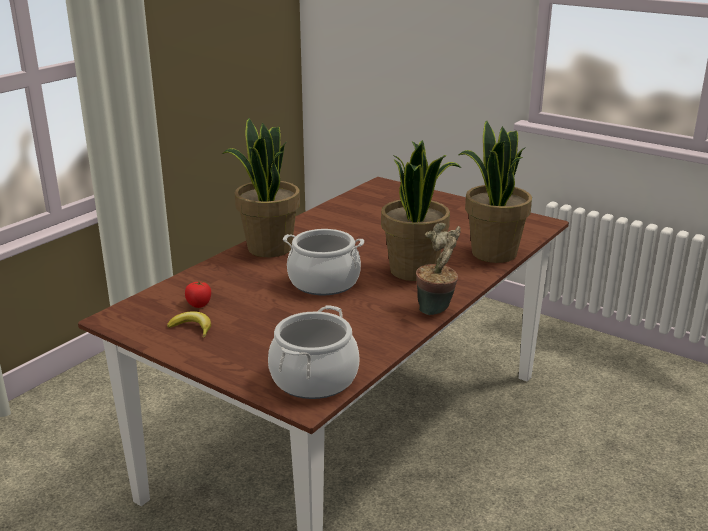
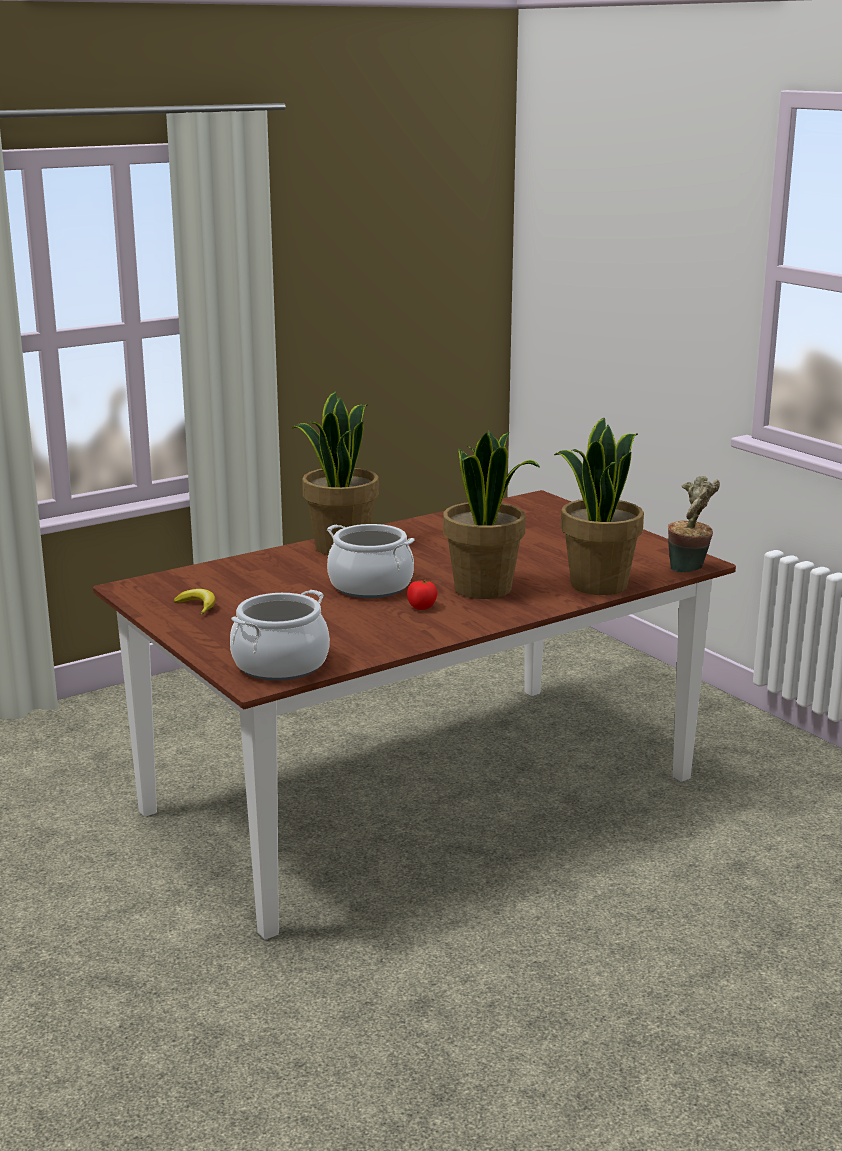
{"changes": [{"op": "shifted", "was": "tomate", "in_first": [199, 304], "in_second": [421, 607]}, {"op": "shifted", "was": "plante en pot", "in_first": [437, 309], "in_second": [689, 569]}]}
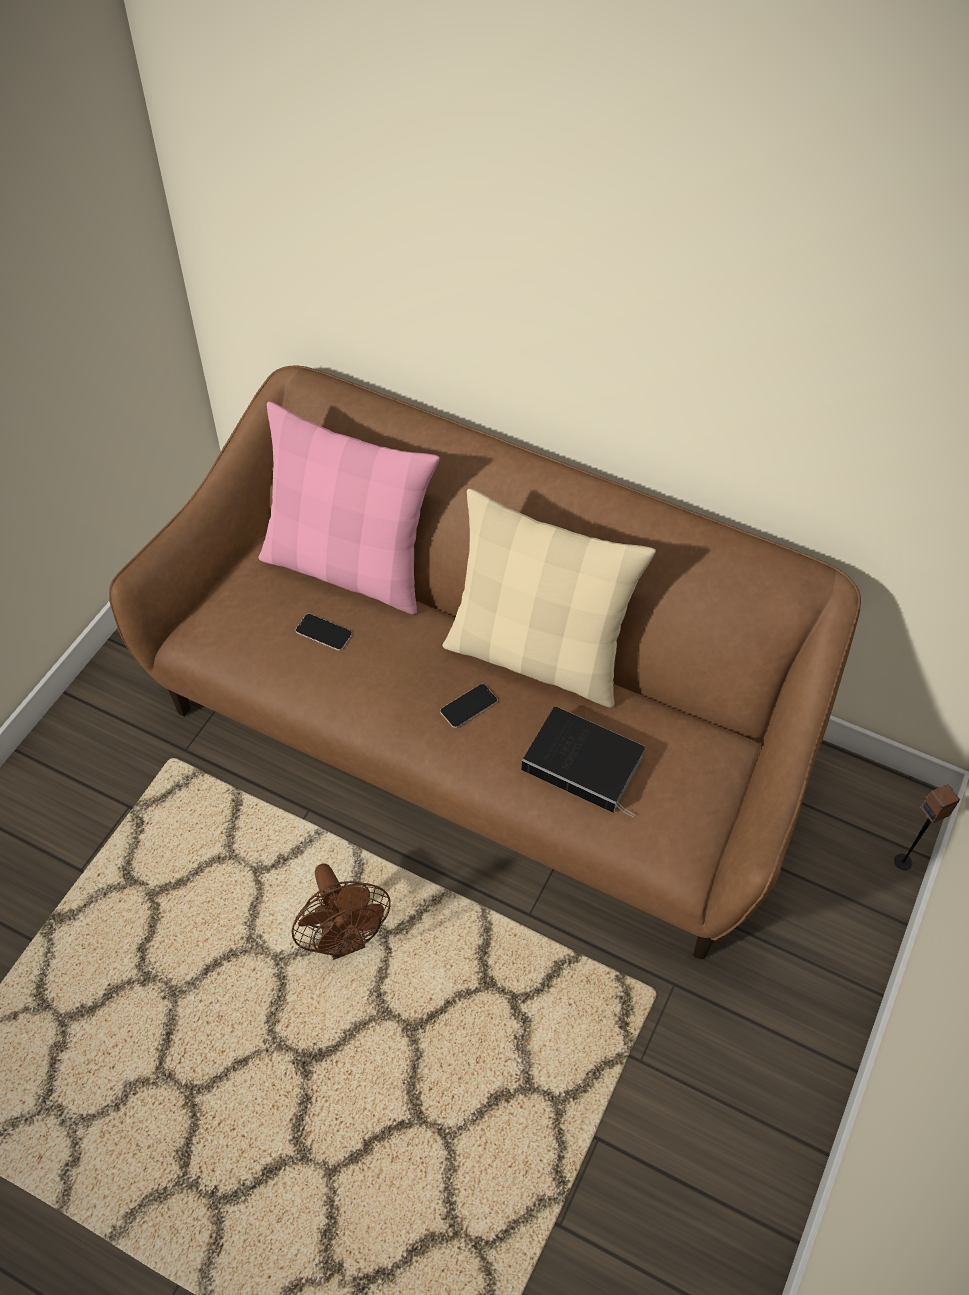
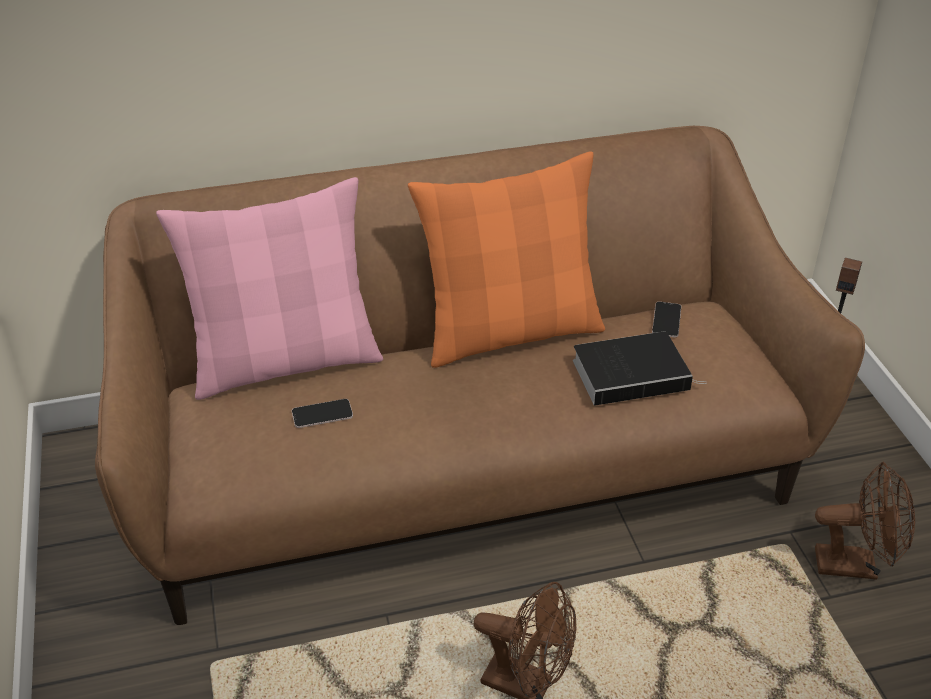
{"changes": [{"op": "new", "now": "ventilateur (marron)", "in_second": [855, 565]}, {"op": "shifted", "was": "téléphone", "in_first": [468, 706], "in_second": [666, 320]}, {"op": "repainted", "was": "coussin (beige)", "now": "coussin (orange)", "in_first": [536, 655], "in_second": [510, 332]}]}
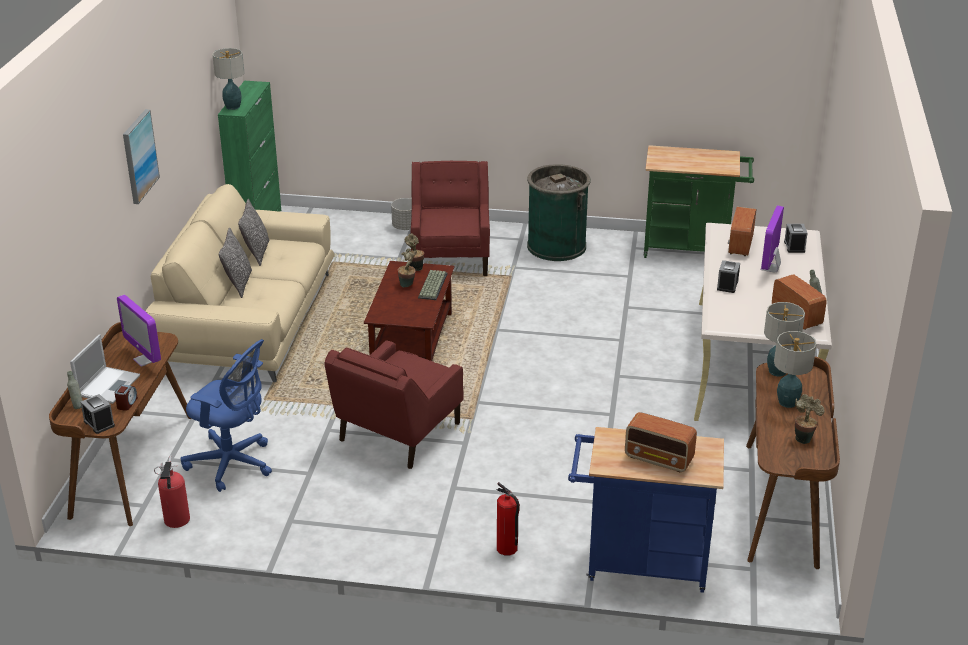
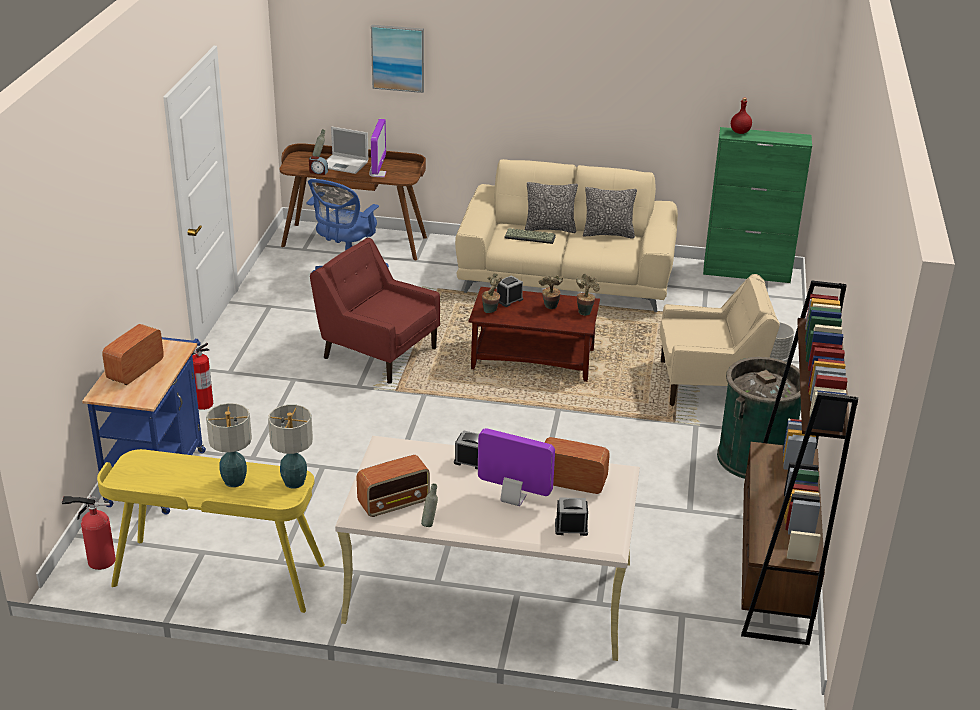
{"changes": [{"op": "shifted", "was": "réveil", "in_first": [99, 423], "in_second": [509, 300]}, {"op": "shifted", "was": "tableau", "in_first": [139, 156], "in_second": [398, 58]}, {"op": "shifted", "was": "extincteur", "in_first": [176, 521], "in_second": [98, 560]}, {"op": "shifted", "was": "clavier", "in_first": [432, 285], "in_second": [530, 236]}, {"op": "shifted", "was": "plante en pot", "in_first": [803, 438], "in_second": [491, 311]}, {"op": "swapped", "was": "lampe de table", "now": "bouteille (rouge)", "in_first": [233, 107], "in_second": [740, 132]}, {"op": "swapped", "was": "chariot (vert)", "now": "bibliothèque (marron)", "in_first": [691, 249], "in_second": [774, 572]}, {"op": "repainted", "was": "fauteuil (rouge)", "now": "fauteuil (beige)", "in_first": [451, 257], "in_second": [710, 384]}, {"op": "repainted", "was": "bureau (marron)", "now": "bureau (jaune)", "in_first": [782, 503], "in_second": [218, 576]}, {"op": "rotated", "was": "écran d'ordinateur", "in_first": [145, 359], "in_second": [377, 174], "clockwise": 135}]}
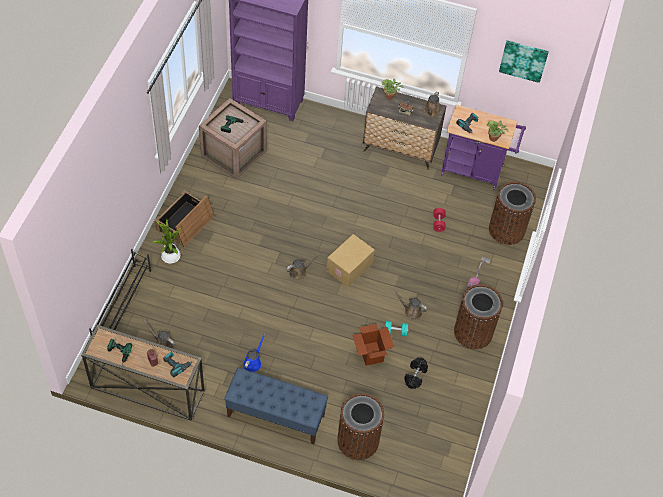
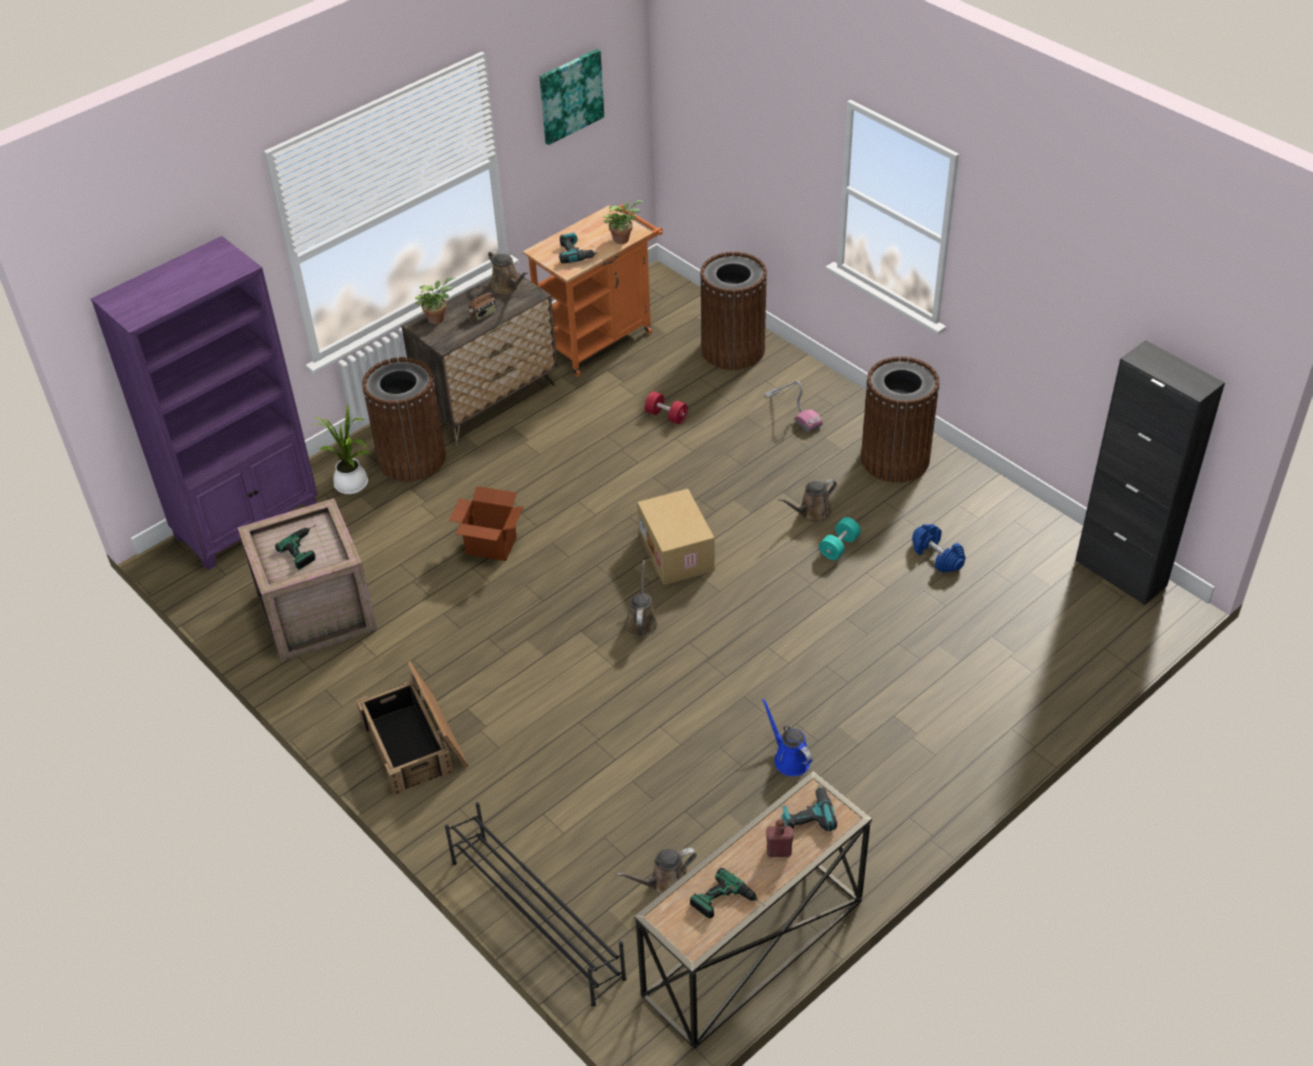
{"changes": [{"op": "gone", "was": "banc (bleu)", "in_first": [275, 416]}, {"op": "new", "now": "meuble de rangement (noir)", "in_second": [1120, 573]}, {"op": "shifted", "was": "plante en pot", "in_first": [170, 258], "in_second": [353, 485]}, {"op": "shifted", "was": "poubelle (marron)", "in_first": [358, 441], "in_second": [412, 459]}, {"op": "shifted", "was": "carton", "in_first": [371, 353], "in_second": [490, 546]}, {"op": "repainted", "was": "haltère (noir)", "now": "haltère (bleu)", "in_first": [415, 376], "in_second": [936, 556]}, {"op": "repainted", "was": "chariot (violet)", "now": "chariot (orange)", "in_first": [476, 171], "in_second": [600, 337]}]}
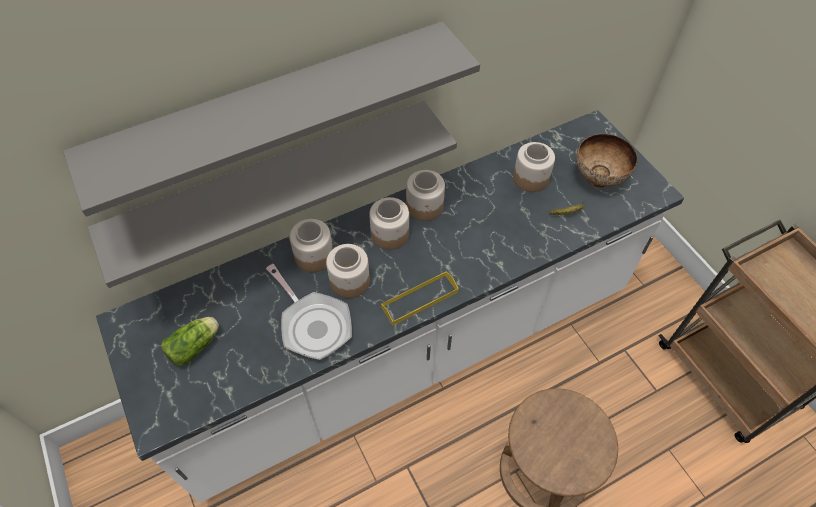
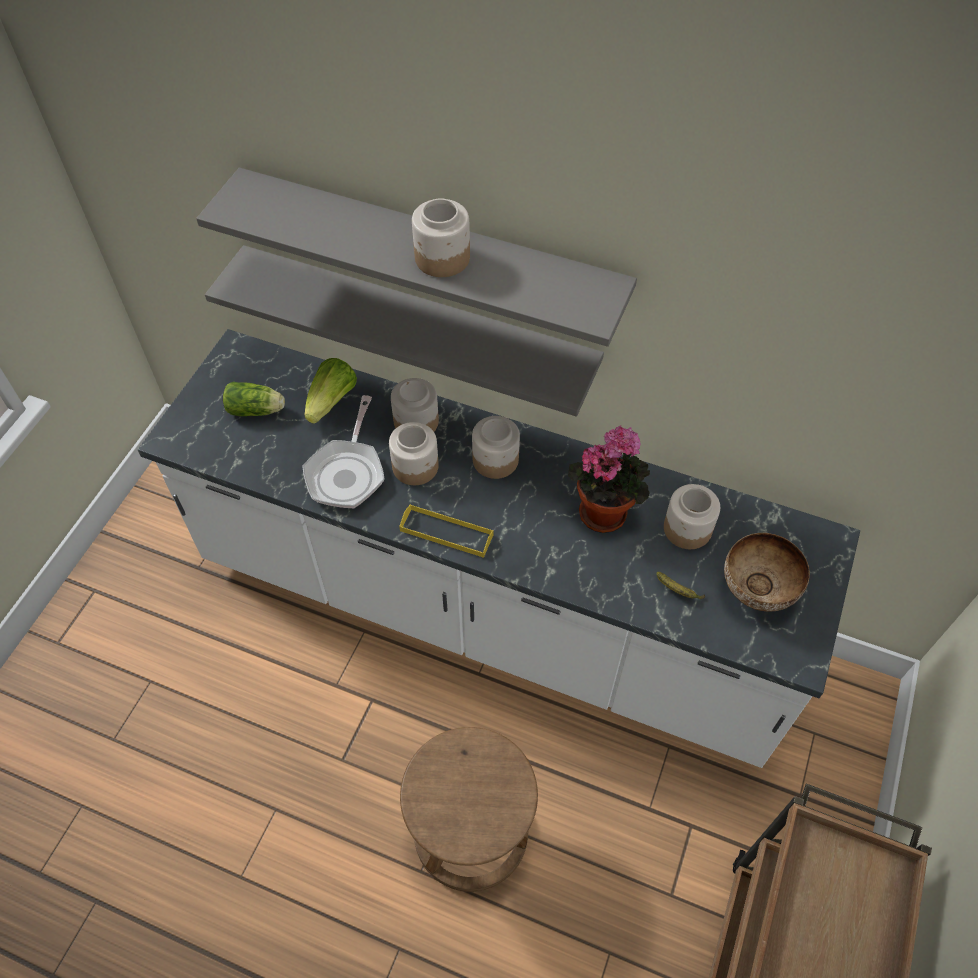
{"changes": [{"op": "new", "now": "laitue", "in_second": [332, 401]}, {"op": "new", "now": "plante en pot", "in_second": [605, 510]}, {"op": "shifted", "was": "bocal", "in_first": [425, 207], "in_second": [442, 259]}]}
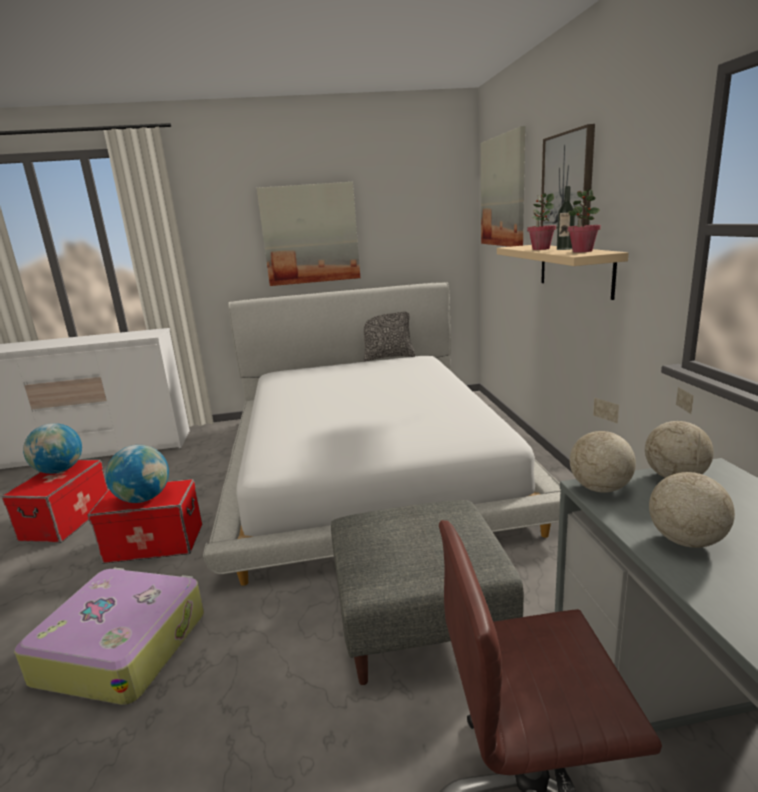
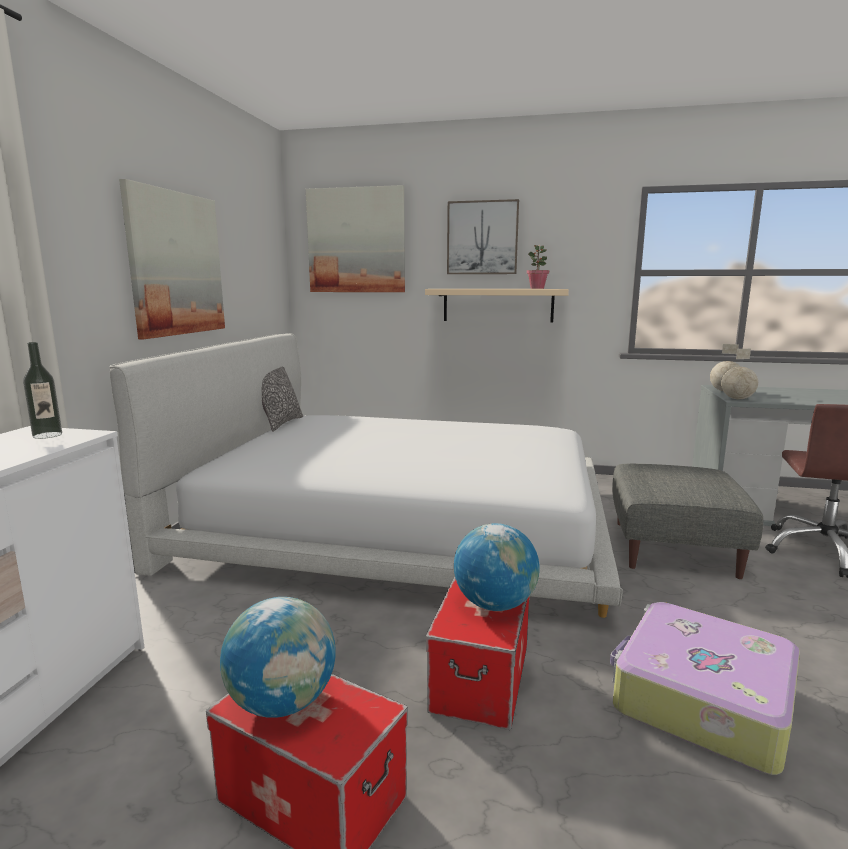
{"changes": [{"op": "gone", "was": "plante en pot", "in_first": [540, 249]}, {"op": "gone", "was": "globe", "in_first": [685, 541]}, {"op": "shifted", "was": "bouteille", "in_first": [565, 249], "in_second": [47, 435]}]}
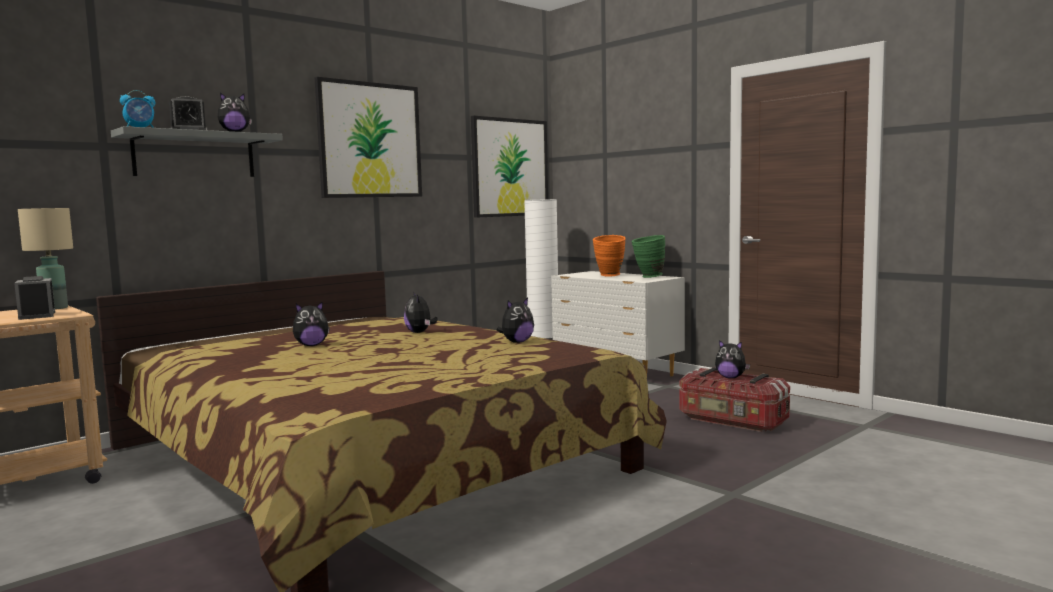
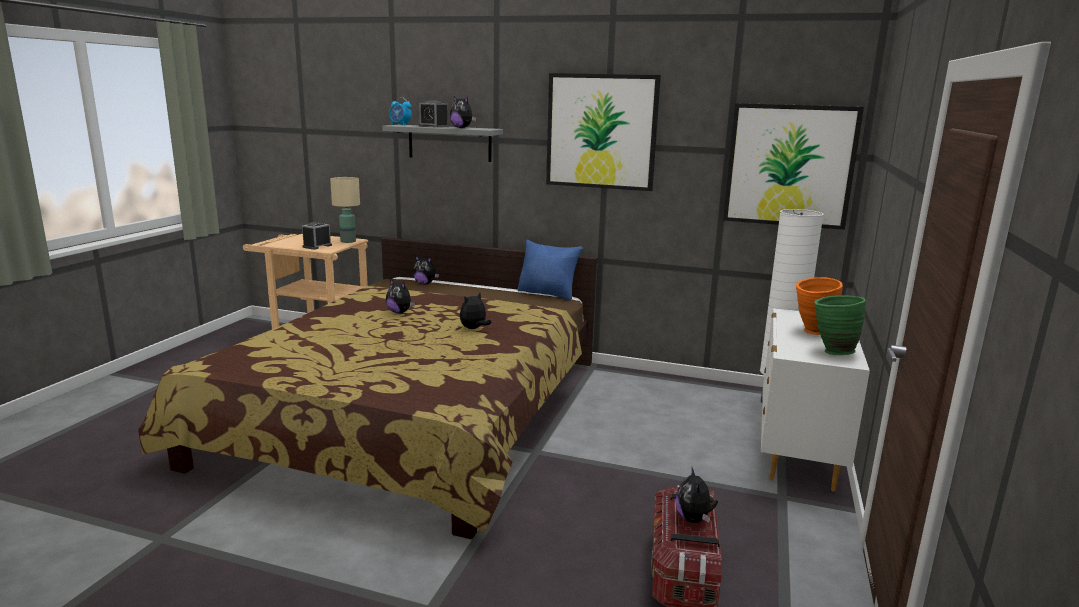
{"changes": [{"op": "new", "now": "coussin (bleu)", "in_second": [548, 294]}, {"op": "shifted", "was": "peluche", "in_first": [517, 342], "in_second": [425, 283]}]}
